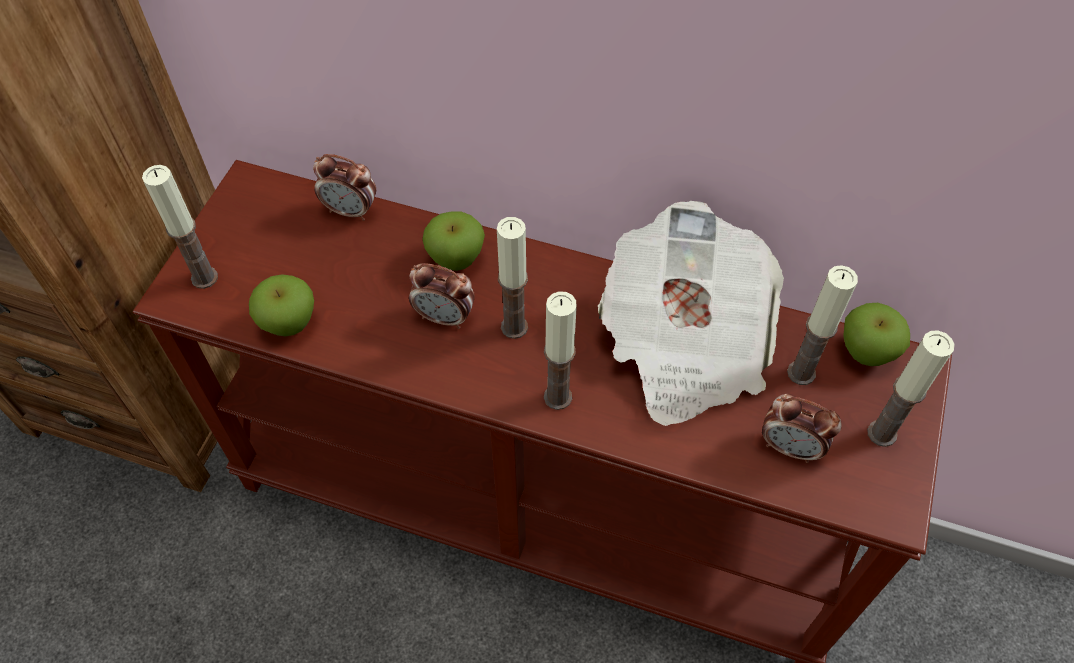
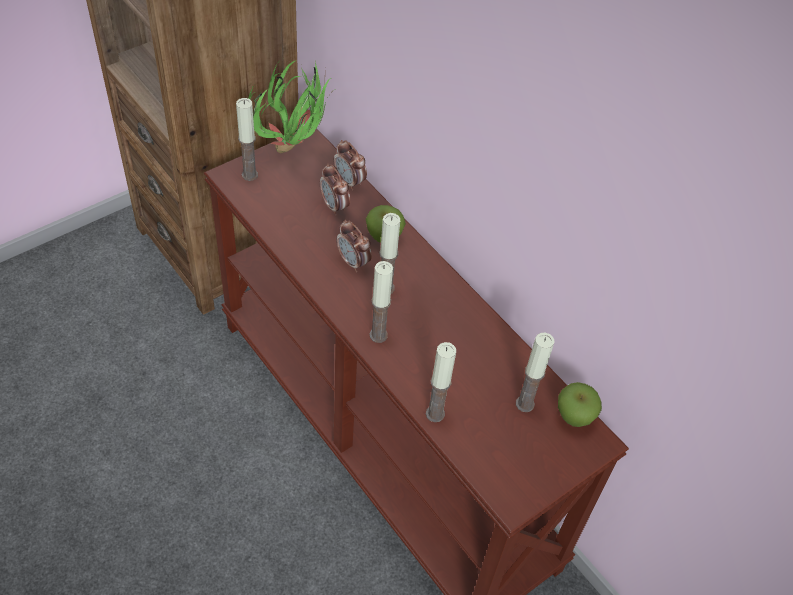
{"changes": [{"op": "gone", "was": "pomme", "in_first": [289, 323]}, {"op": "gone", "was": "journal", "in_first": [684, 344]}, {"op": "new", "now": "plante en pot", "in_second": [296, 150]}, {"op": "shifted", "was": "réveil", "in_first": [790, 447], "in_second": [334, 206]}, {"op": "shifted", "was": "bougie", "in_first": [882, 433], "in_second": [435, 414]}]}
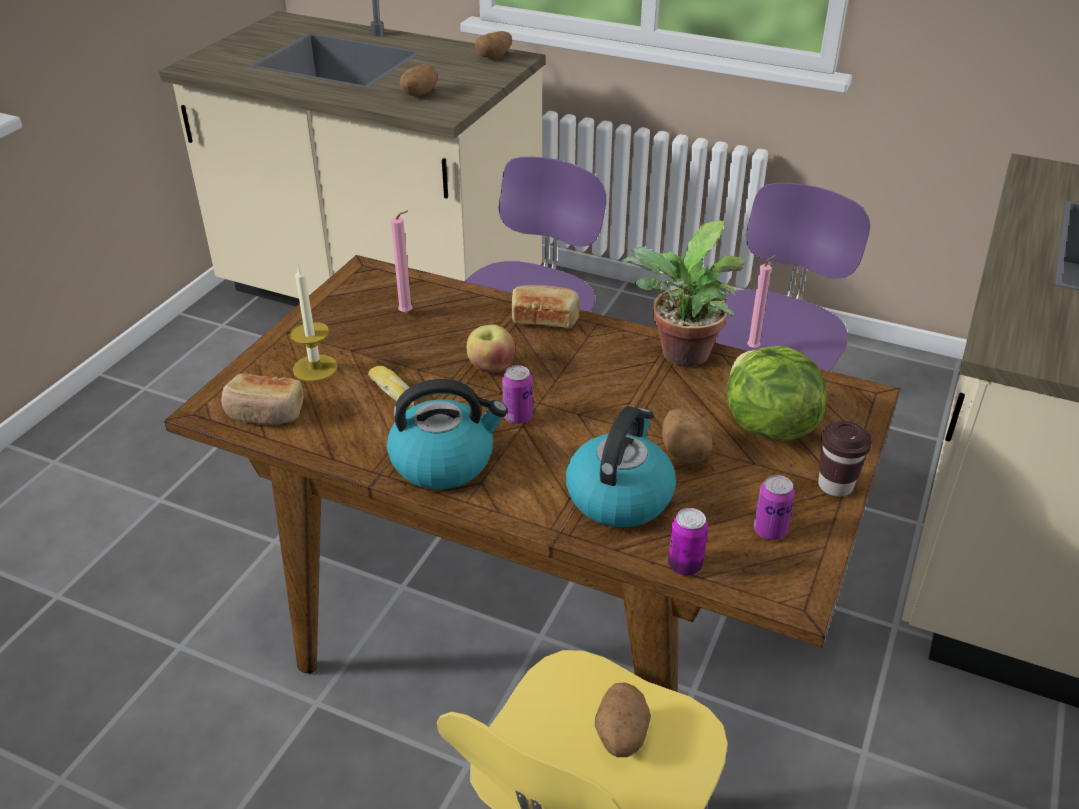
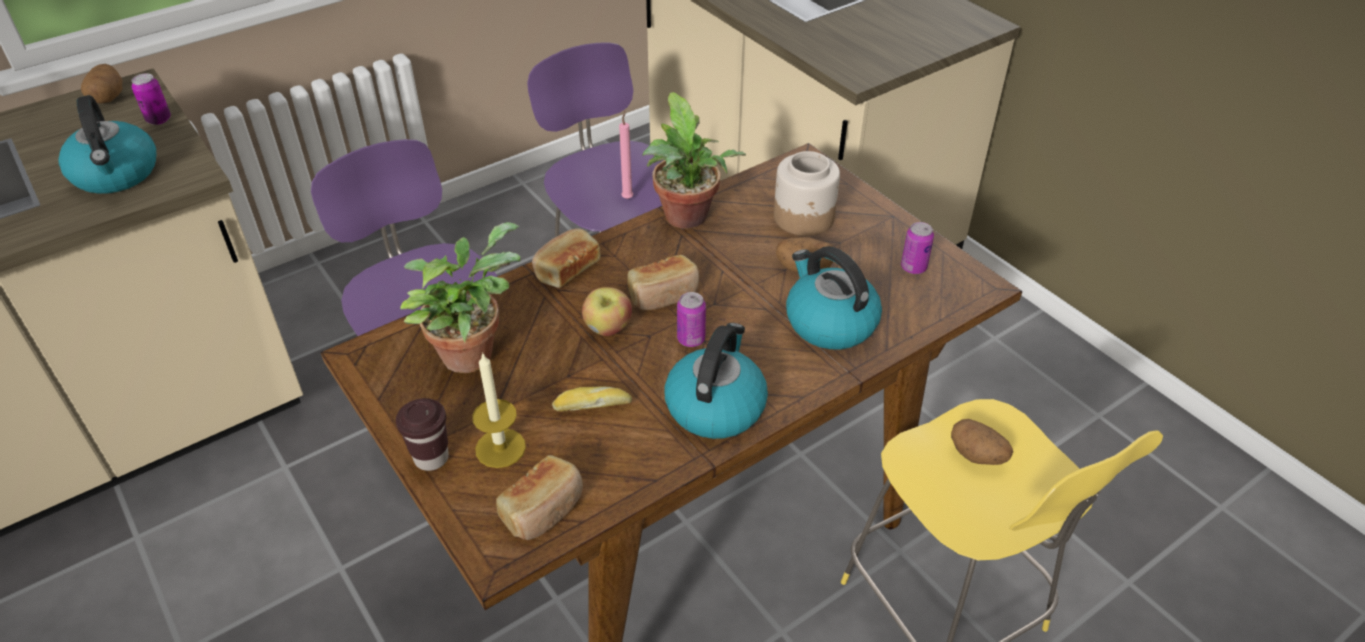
{"changes": [{"op": "new", "now": "pain", "in_second": [664, 295]}, {"op": "shifted", "was": "boîte métallique", "in_first": [685, 565], "in_second": [159, 119]}, {"op": "shifted", "was": "tasse (marron)", "in_first": [835, 485], "in_second": [431, 458]}, {"op": "swapped", "was": "bougie (rose)", "now": "plante en pot", "in_first": [408, 313], "in_second": [471, 351]}, {"op": "swapped", "was": "pomme de terre", "now": "bouilloire", "in_first": [418, 94], "in_second": [117, 174]}, {"op": "swapped", "was": "laitue", "now": "bocal", "in_first": [766, 426], "in_second": [804, 218]}]}
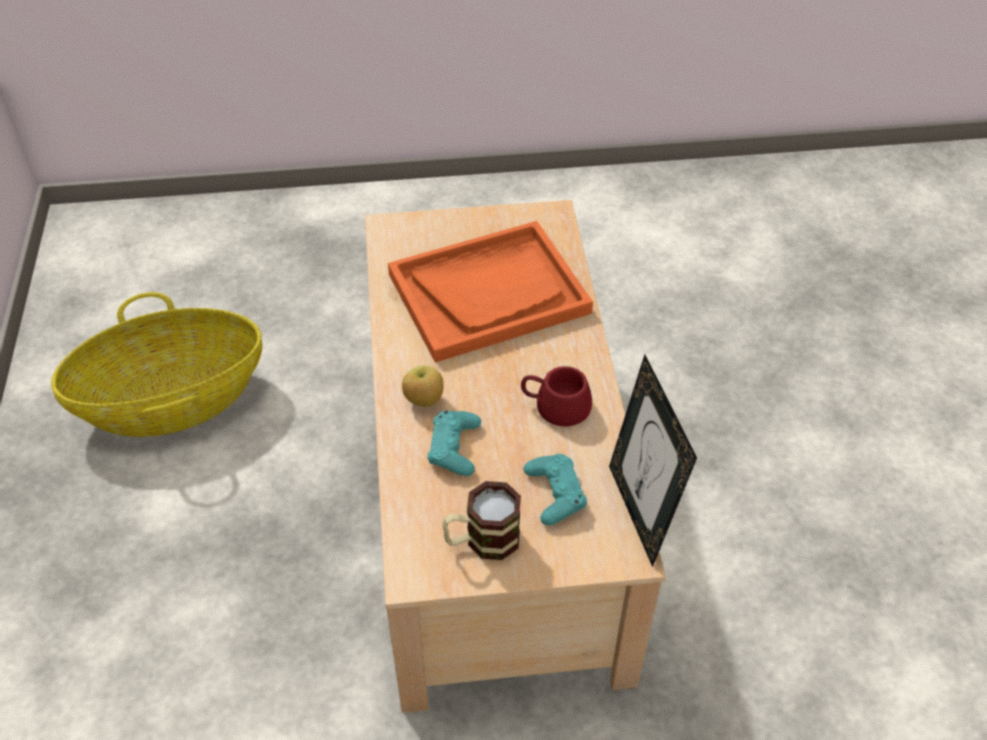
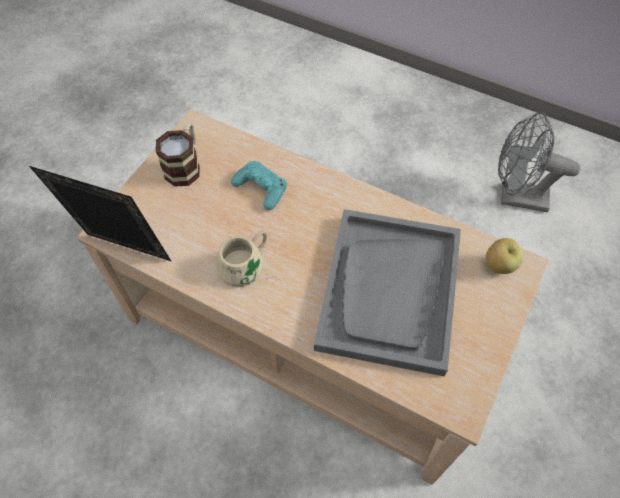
{"changes": [{"op": "gone", "was": "manette (turquoise)", "in_first": [555, 493]}, {"op": "shifted", "was": "pomme", "in_first": [423, 400], "in_second": [498, 265]}, {"op": "swapped", "was": "panier", "now": "ventilateur (gris)", "in_first": [172, 400], "in_second": [515, 197]}, {"op": "repainted", "was": "plateau (orange)", "now": "plateau (gris)", "in_first": [489, 293], "in_second": [390, 291]}, {"op": "repainted", "was": "mug (rouge)", "now": "mug (beige)", "in_first": [556, 401], "in_second": [249, 267]}]}
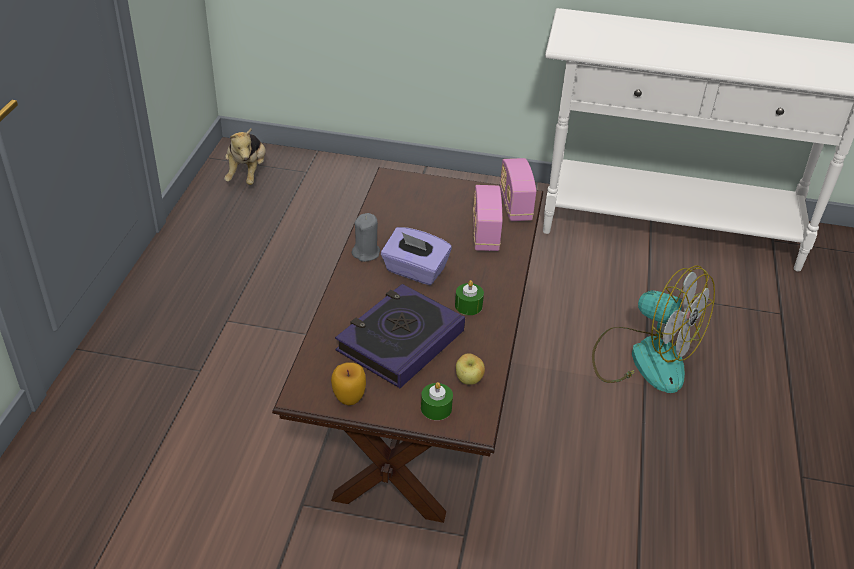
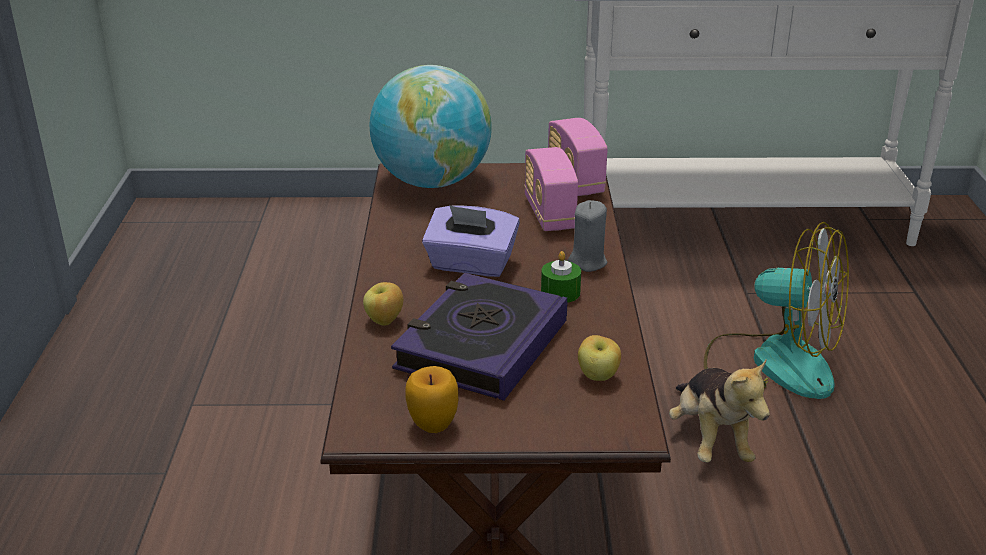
{"changes": [{"op": "gone", "was": "bougie (vert)", "in_first": [436, 408]}, {"op": "new", "now": "pomme", "in_second": [384, 321]}, {"op": "new", "now": "globe", "in_second": [432, 182]}, {"op": "shifted", "was": "peluche", "in_first": [247, 174], "in_second": [710, 439]}, {"op": "shifted", "was": "bougie (gris)", "in_first": [366, 253], "in_second": [587, 262]}]}
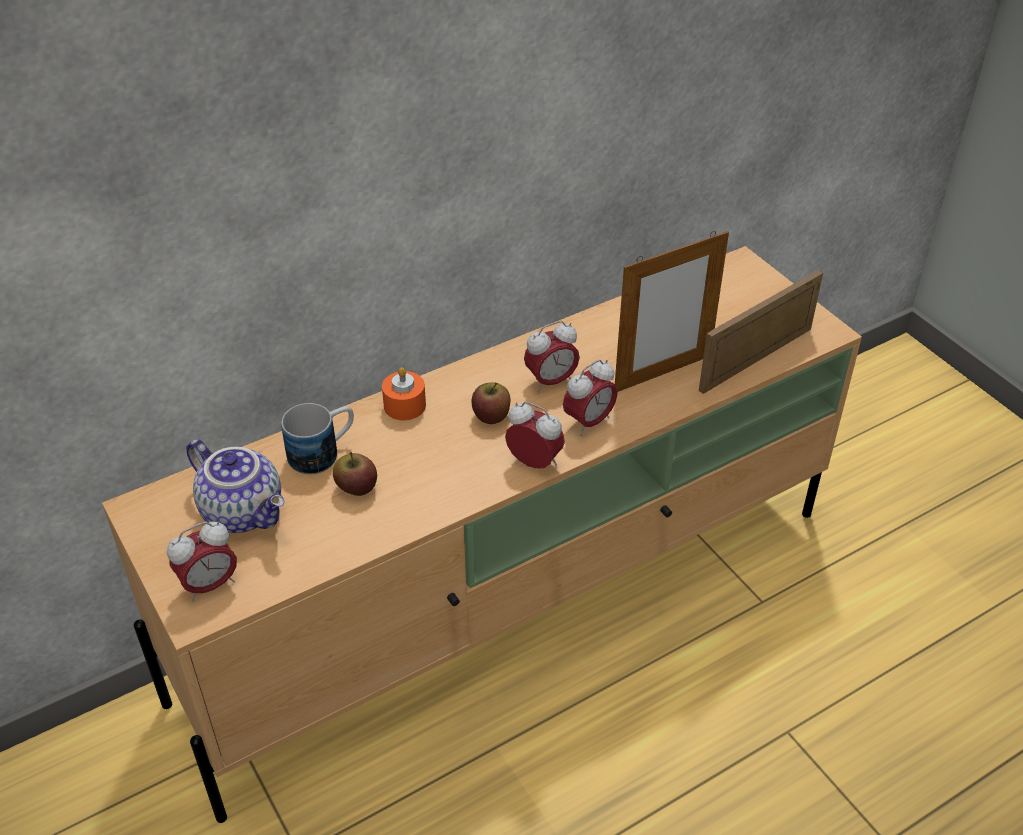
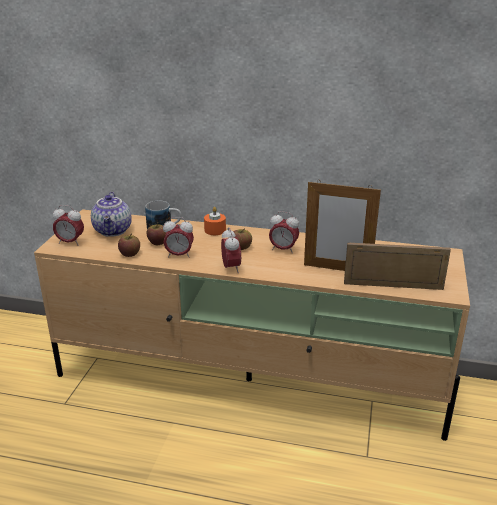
{"changes": [{"op": "new", "now": "pomme", "in_second": [130, 254]}, {"op": "shifted", "was": "réveil", "in_first": [589, 422], "in_second": [179, 255]}]}
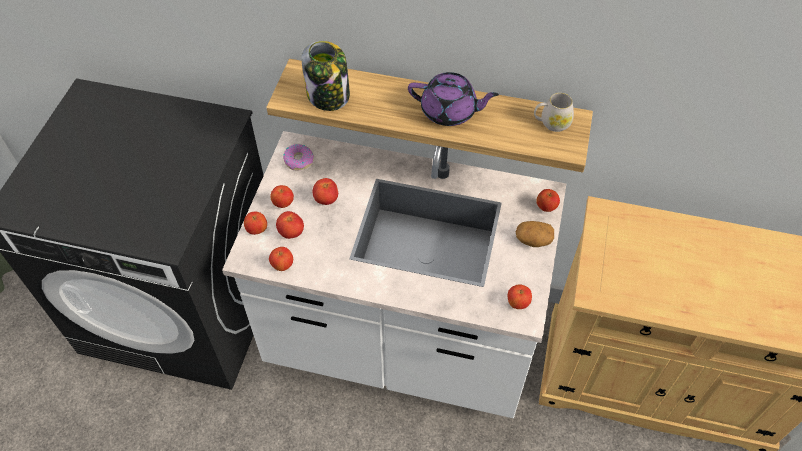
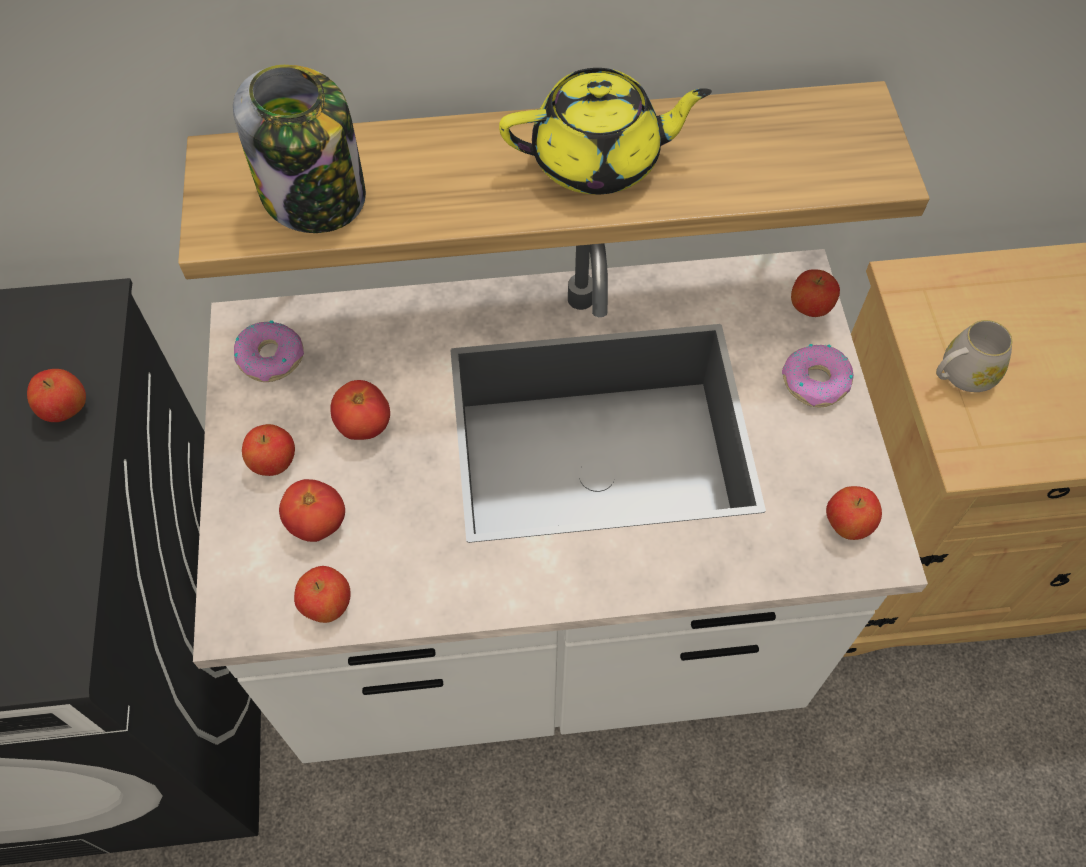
{"changes": [{"op": "shifted", "was": "pomme", "in_first": [257, 230], "in_second": [66, 409]}, {"op": "shifted", "was": "mug (blanc)", "in_first": [551, 123], "in_second": [961, 375]}, {"op": "swapped", "was": "pomme de terre", "now": "beignet", "in_first": [533, 240], "in_second": [816, 382]}, {"op": "repainted", "was": "théière (violet)", "now": "théière (jaune)", "in_first": [449, 112], "in_second": [599, 161]}]}
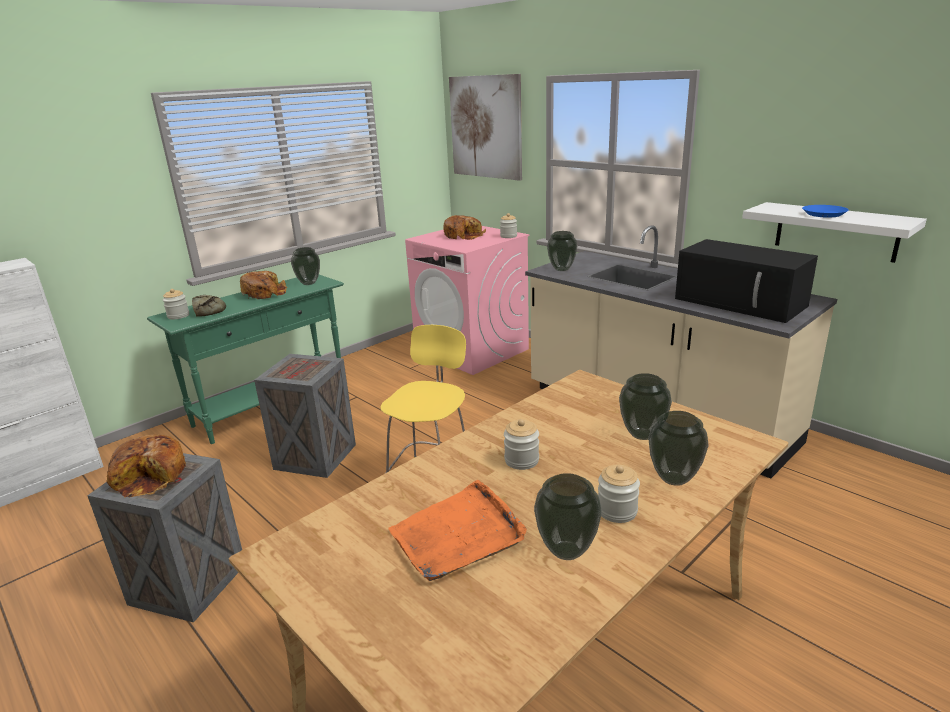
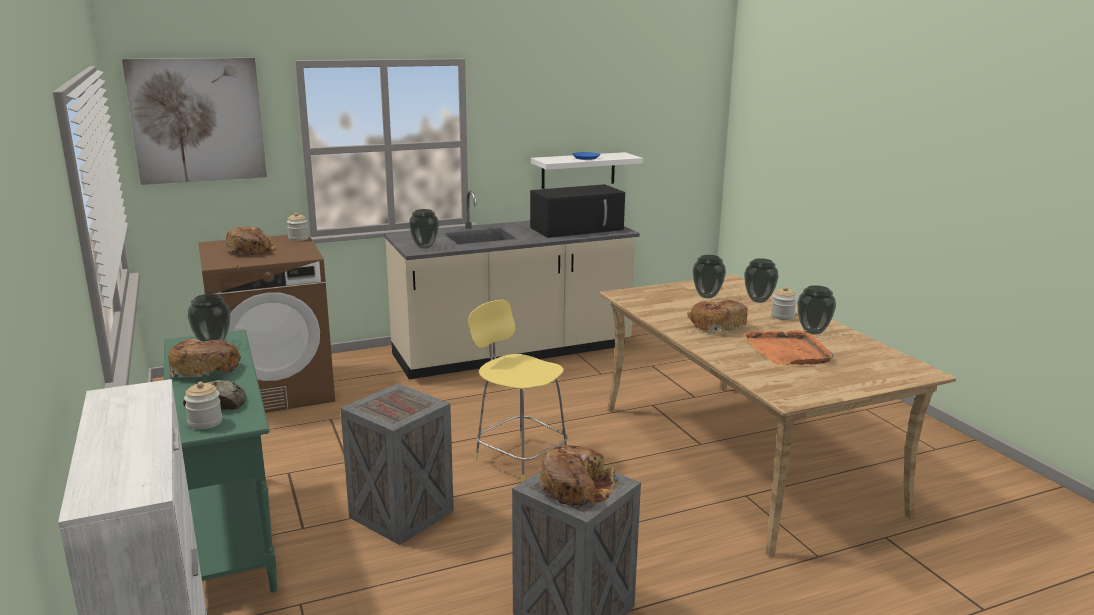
{"changes": [{"op": "swapped", "was": "bocal", "now": "pain", "in_first": [521, 460], "in_second": [716, 325]}, {"op": "repainted", "was": "lave-linge (rose)", "now": "lave-linge (marron)", "in_first": [472, 350], "in_second": [275, 390]}]}
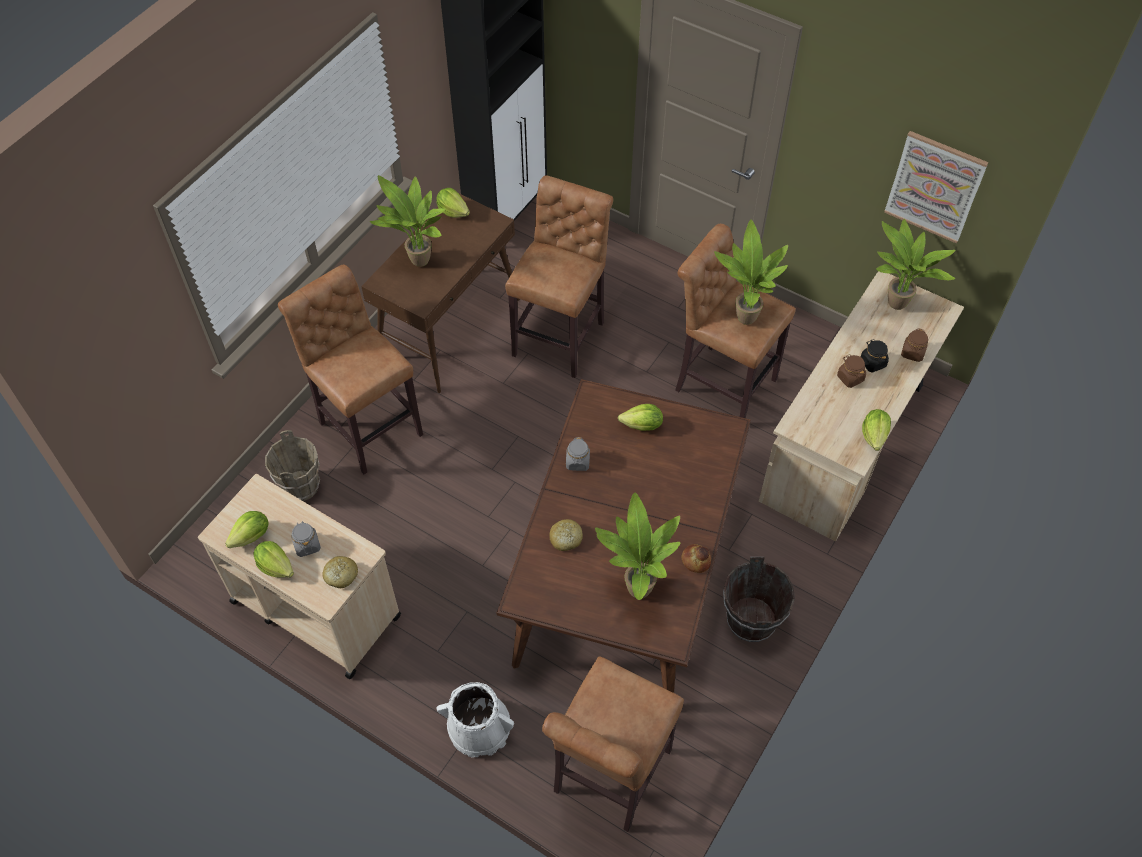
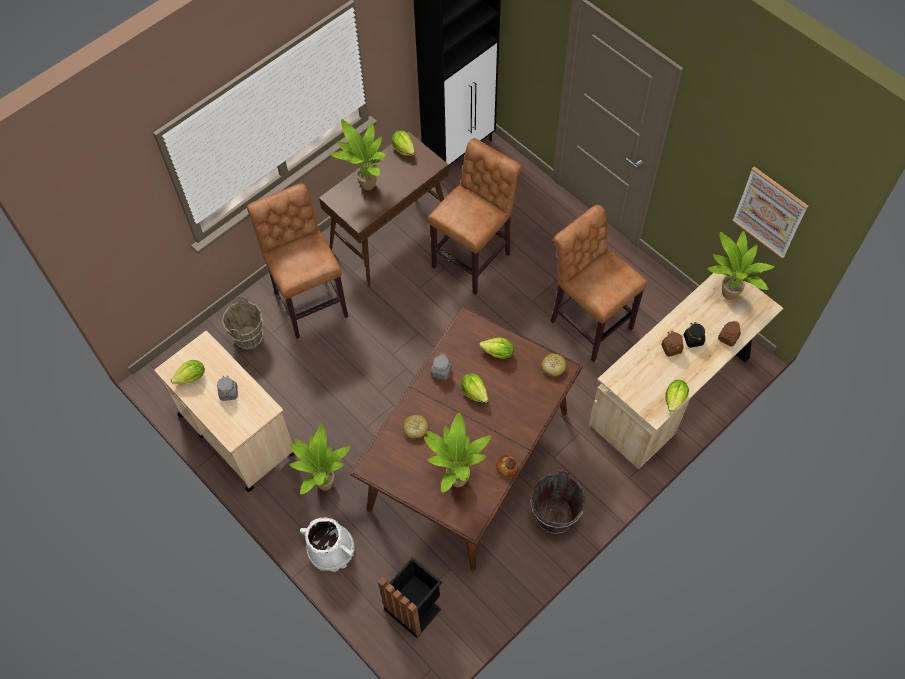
{"changes": [{"op": "shifted", "was": "laitue", "in_first": [275, 566], "in_second": [474, 392]}, {"op": "shifted", "was": "pain", "in_first": [341, 575], "in_second": [553, 367]}, {"op": "shifted", "was": "plante en pot", "in_first": [742, 318], "in_second": [323, 483]}, {"op": "swapped", "was": "tabouret (marron)", "now": "poubelle (noir)", "in_first": [608, 776], "in_second": [414, 607]}]}
